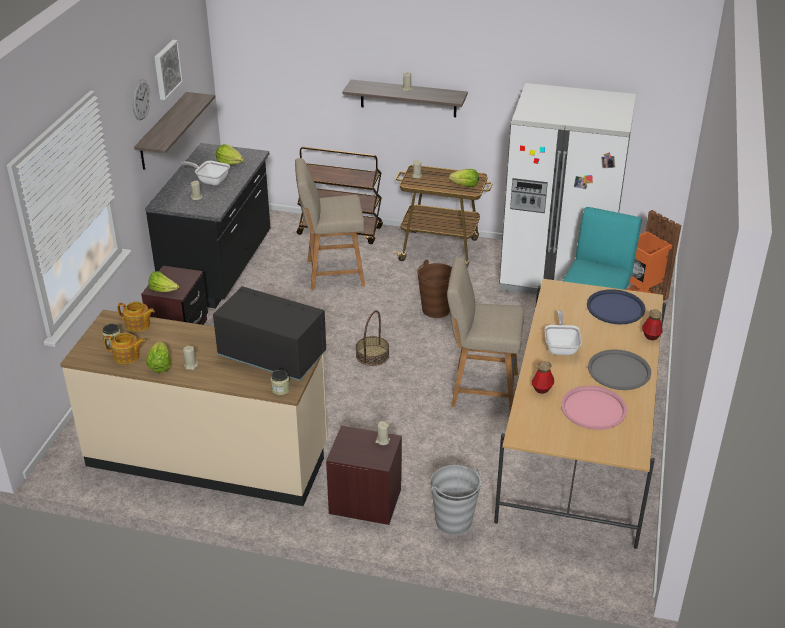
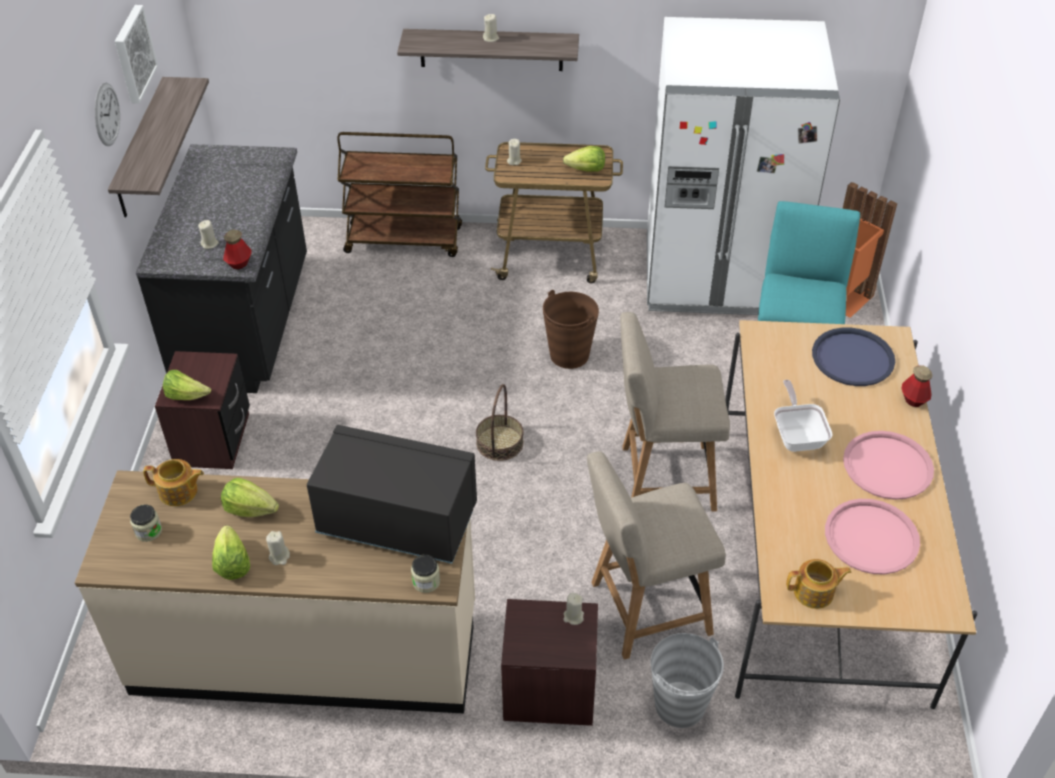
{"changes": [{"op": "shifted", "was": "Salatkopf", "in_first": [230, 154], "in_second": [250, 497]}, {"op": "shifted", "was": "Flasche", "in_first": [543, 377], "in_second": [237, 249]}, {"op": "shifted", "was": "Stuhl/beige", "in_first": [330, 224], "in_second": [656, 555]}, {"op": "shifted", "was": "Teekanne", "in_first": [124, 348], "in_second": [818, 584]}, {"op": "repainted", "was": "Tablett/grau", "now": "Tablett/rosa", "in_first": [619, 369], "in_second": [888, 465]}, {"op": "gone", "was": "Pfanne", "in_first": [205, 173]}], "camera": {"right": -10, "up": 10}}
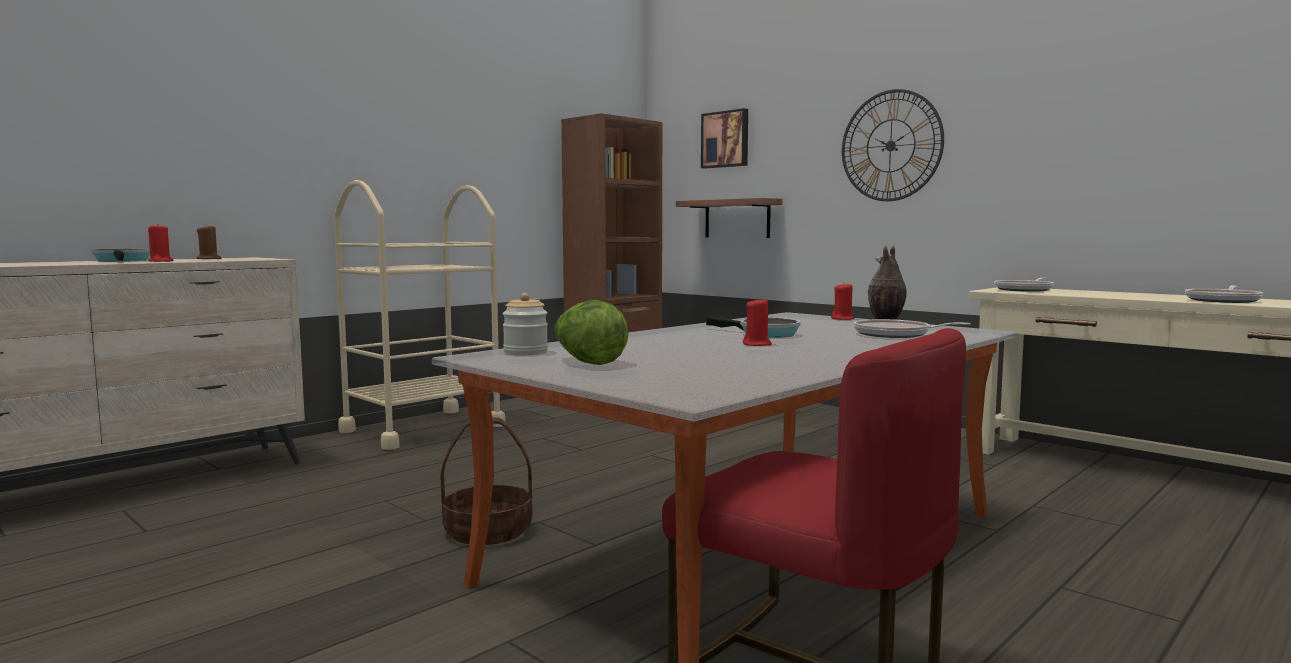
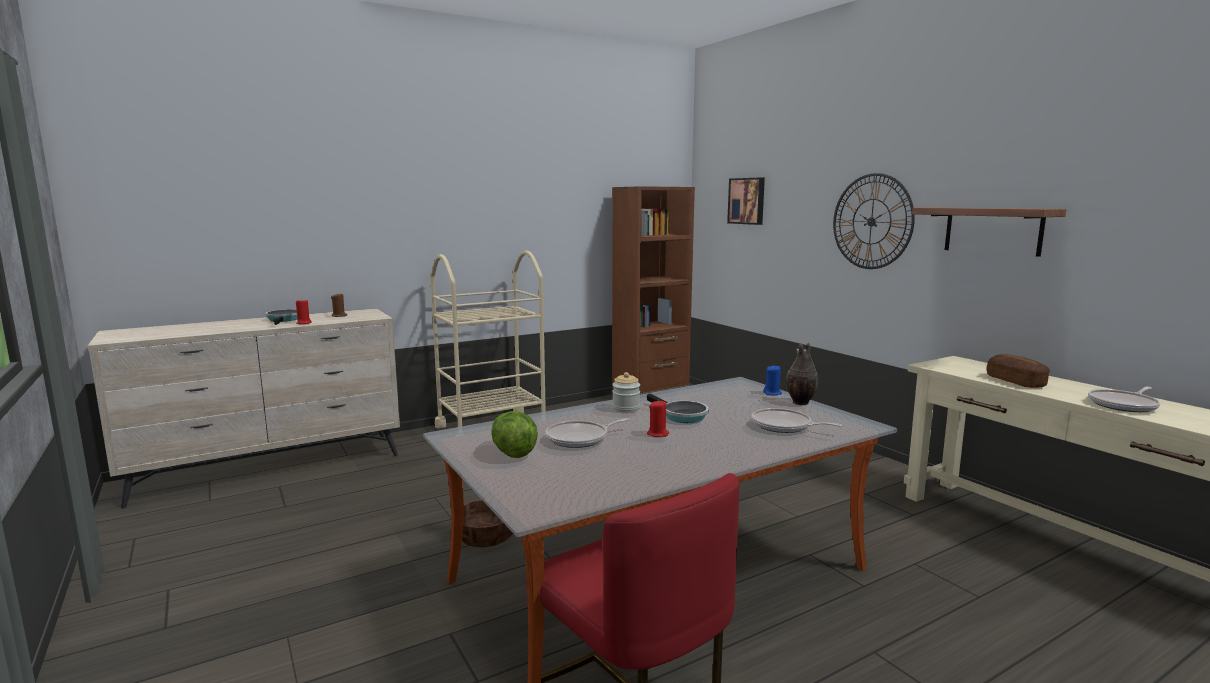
{"changes": [{"op": "shifted", "was": "Pfanne", "in_first": [1024, 285], "in_second": [587, 433]}, {"op": "shifted", "was": "Vorratsglas", "in_first": [525, 324], "in_second": [626, 392]}, {"op": "repainted", "was": "Kerze/rot", "now": "Kerze/blau", "in_first": [842, 301], "in_second": [772, 380]}, {"op": "shifted", "was": "Wandregal", "in_first": [729, 218], "in_second": [989, 232]}, {"op": "new", "now": "Brot", "in_second": [1018, 371]}], "camera": {"right": 15, "up": 5}}
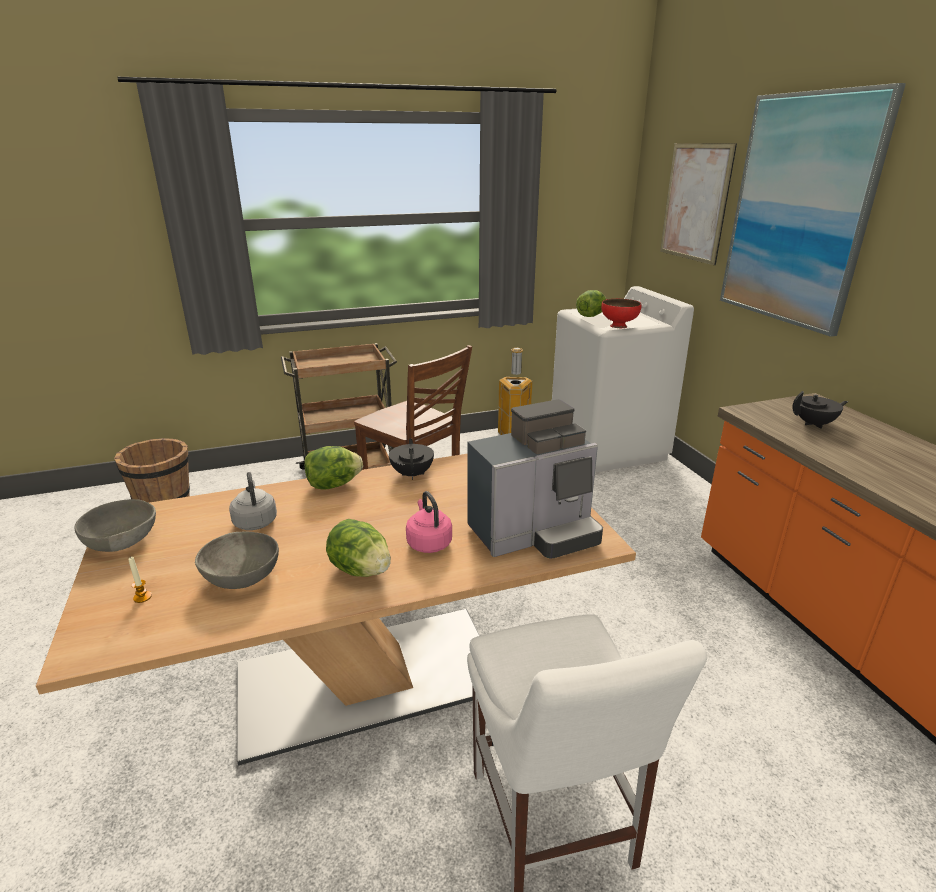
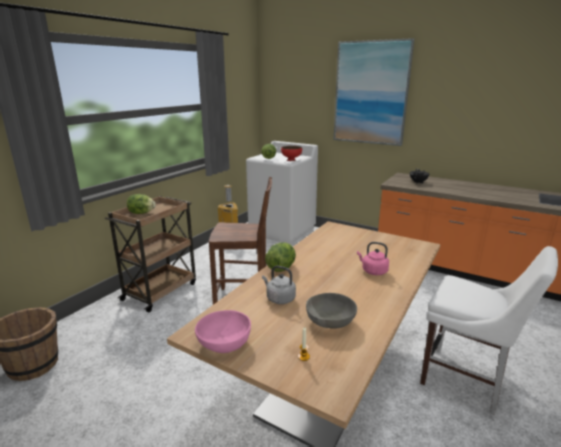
{"changes": [{"op": "shifted", "was": "Salatkopf", "in_first": [358, 548], "in_second": [141, 204]}, {"op": "repainted", "was": "Schüssel/grau", "now": "Schüssel/rosa", "in_first": [115, 525], "in_second": [223, 331]}, {"op": "gone", "was": "Teekanne/schwarz", "in_first": [411, 459]}, {"op": "gone", "was": "Kaffeemaschine", "in_first": [535, 479]}, {"op": "gone", "was": "Bild", "in_first": [698, 204]}], "camera": {"right": -40, "up": -5}}
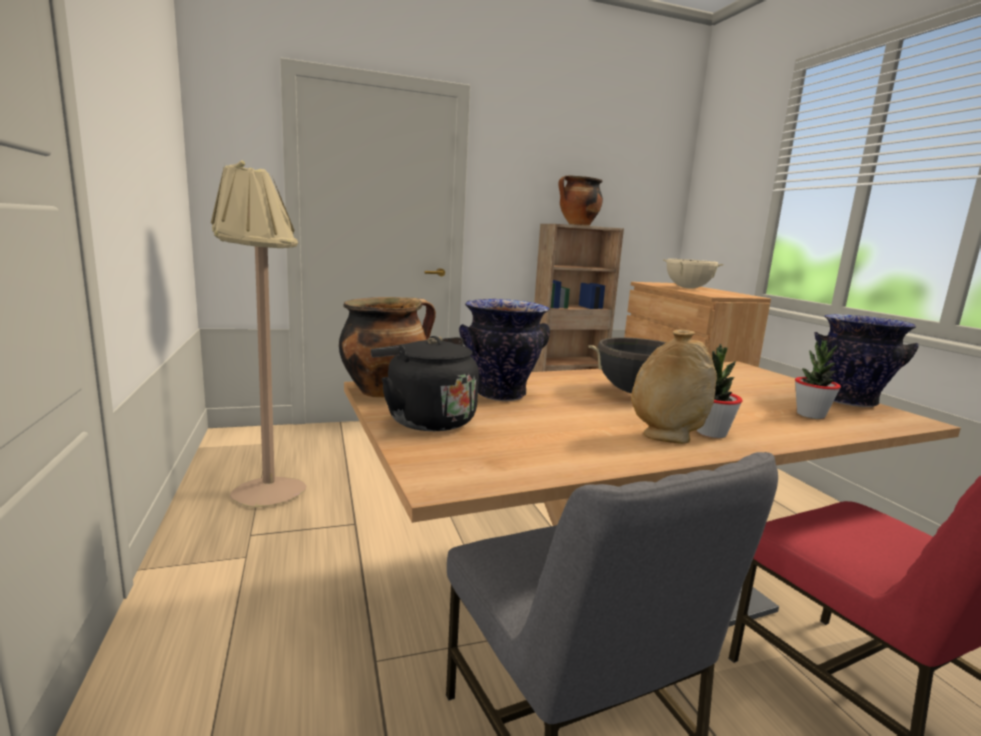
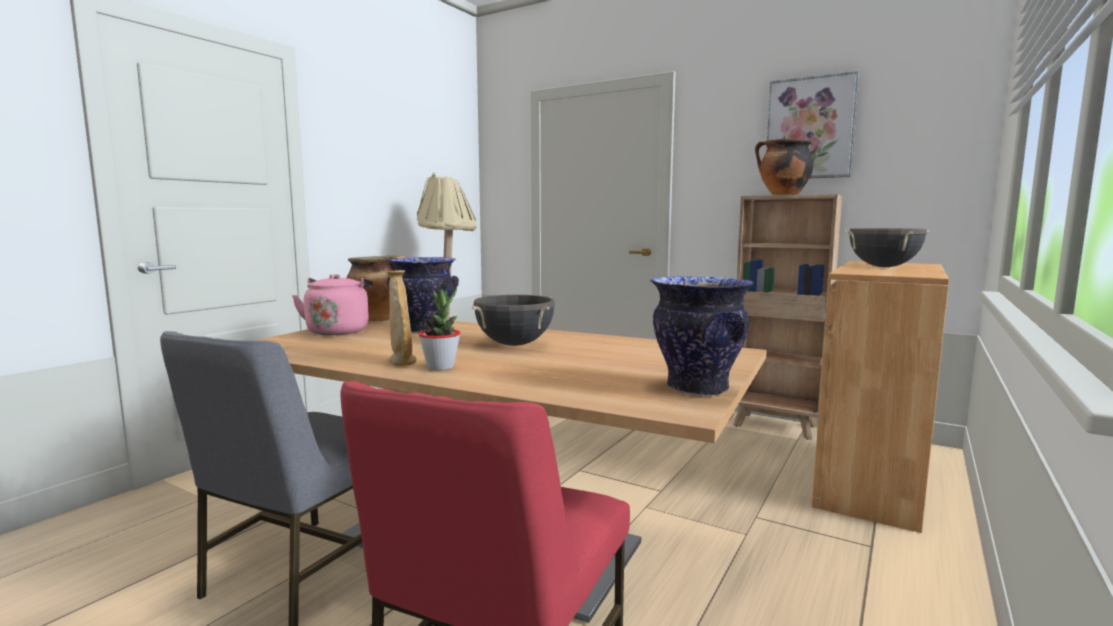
{"changes": [{"op": "repainted", "was": "Wasserkessel/schwarz", "now": "Wasserkessel/rosa", "in_first": [425, 383], "in_second": [332, 304]}, {"op": "new", "now": "Bild", "in_second": [812, 124]}, {"op": "repainted", "was": "Kochtopf/beige", "now": "Kochtopf/schwarz", "in_first": [693, 274], "in_second": [887, 247]}, {"op": "gone", "was": "Topfpflanze", "in_first": [818, 379]}], "camera": {"right": 50, "up": -5}}
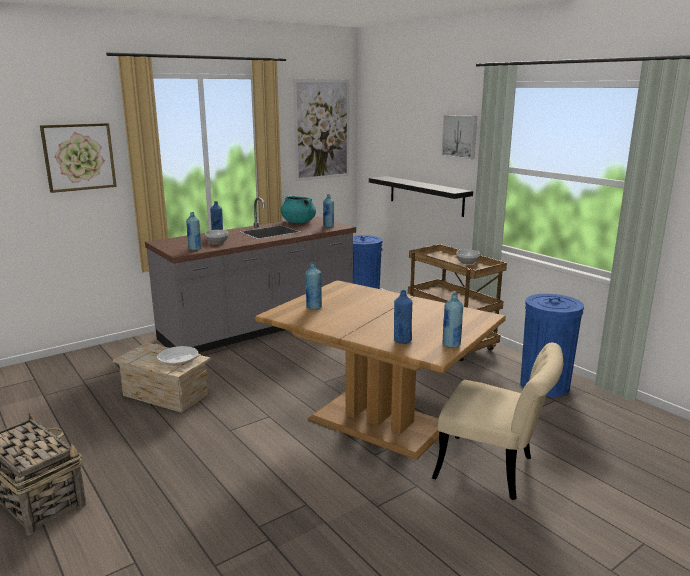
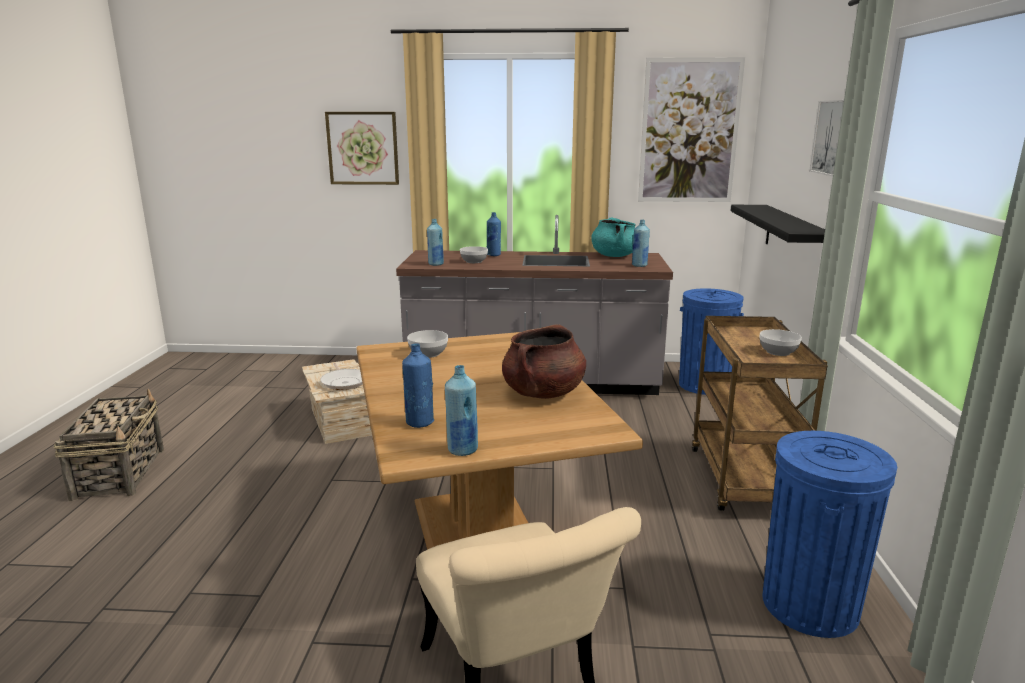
{"changes": [{"op": "swapped", "was": "Flasche/blau", "now": "Schüssel", "in_first": [313, 286], "in_second": [427, 344]}, {"op": "new", "now": "Kochtopf/braun", "in_second": [544, 361]}], "camera": {"right": 40, "up": 0}}
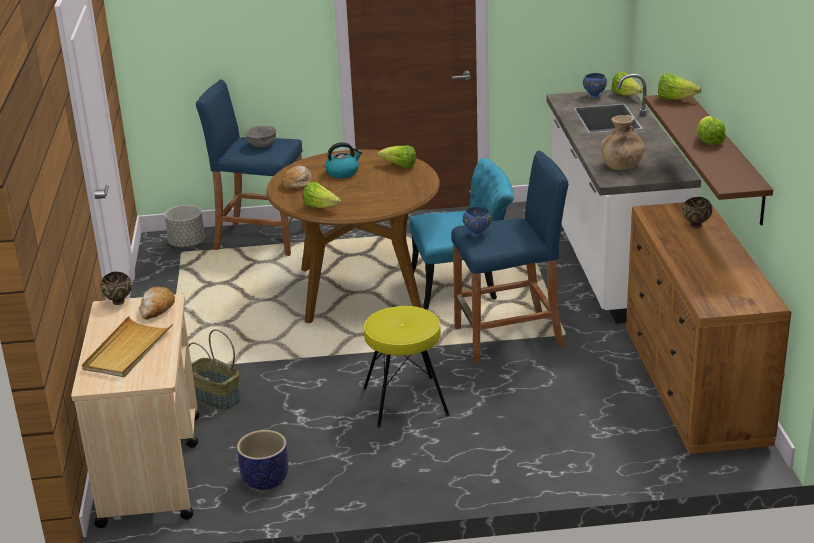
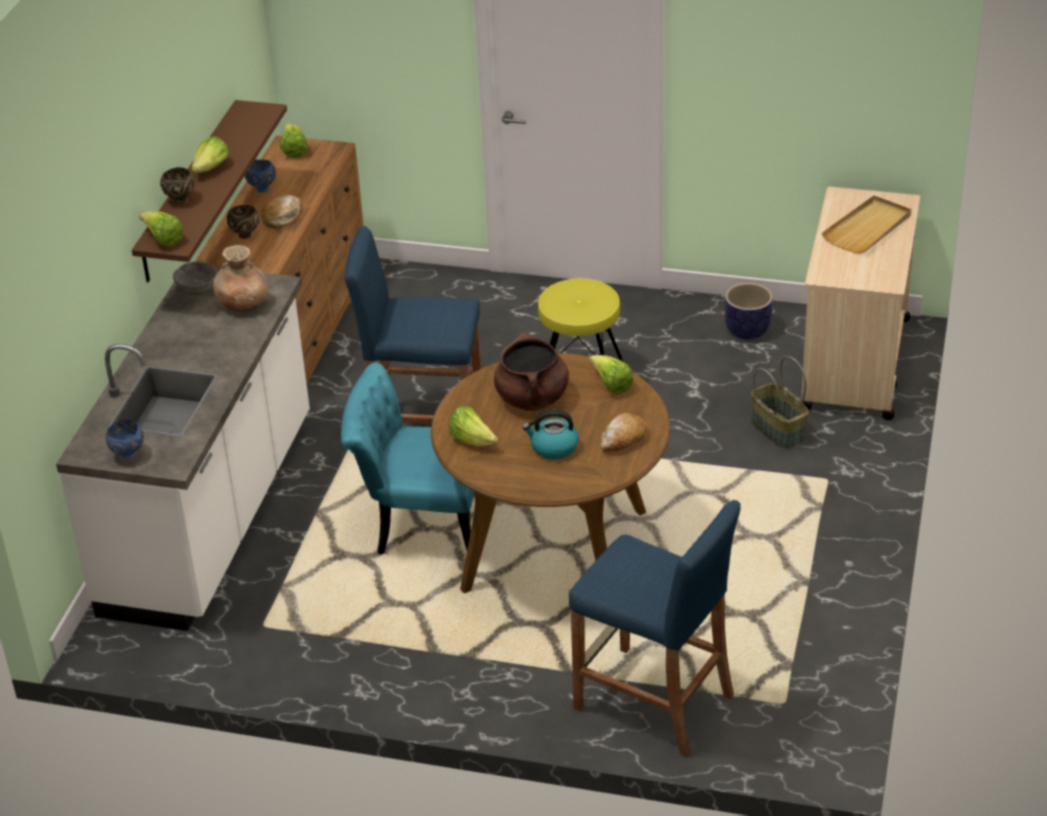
{"changes": [{"op": "shifted", "was": "Schüssel/braun", "in_first": [116, 288], "in_second": [177, 185]}, {"op": "shifted", "was": "Schüssel/grau", "in_first": [261, 137], "in_second": [195, 279]}, {"op": "shifted", "was": "Schüssel/blau", "in_first": [477, 222], "in_second": [260, 176]}, {"op": "shifted", "was": "Brot", "in_first": [157, 303], "in_second": [280, 212]}, {"op": "shifted", "was": "Salatkopf", "in_first": [627, 84], "in_second": [294, 141]}, {"op": "new", "now": "Kochtopf/braun", "in_second": [531, 372]}, {"op": "gone", "was": "Pflanzkübel/grau", "in_first": [185, 226]}], "camera": {"right": -160, "up": 10}}
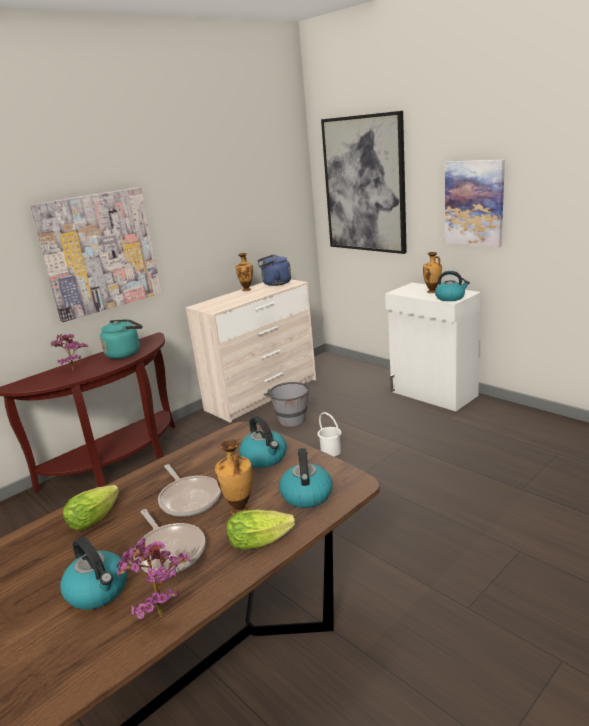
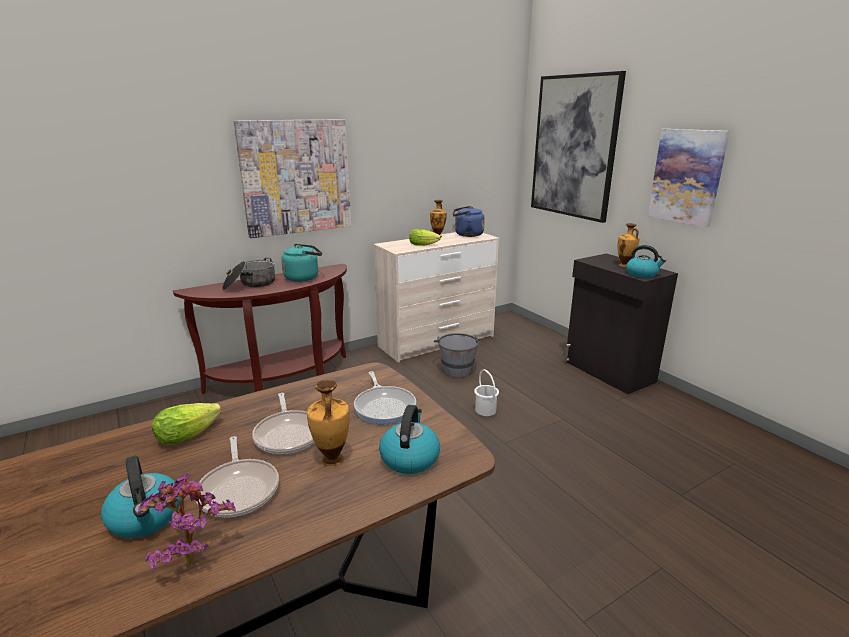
{"changes": [{"op": "swapped", "was": "Topfpflanze", "now": "Kochtopf", "in_first": [69, 352], "in_second": [248, 274]}, {"op": "swapped", "was": "Wasserkessel", "now": "Pfanne", "in_first": [263, 442], "in_second": [385, 397]}, {"op": "shifted", "was": "Salatkopf", "in_first": [260, 530], "in_second": [425, 237]}, {"op": "repainted", "was": "Schrank/weiß", "now": "Schrank/schwarz", "in_first": [433, 346], "in_second": [621, 323]}], "camera": {"right": 10, "up": 0}}
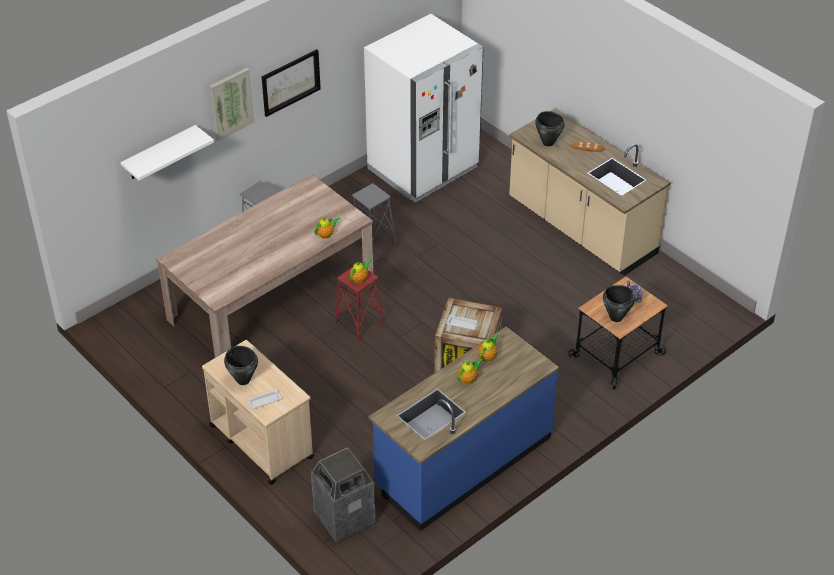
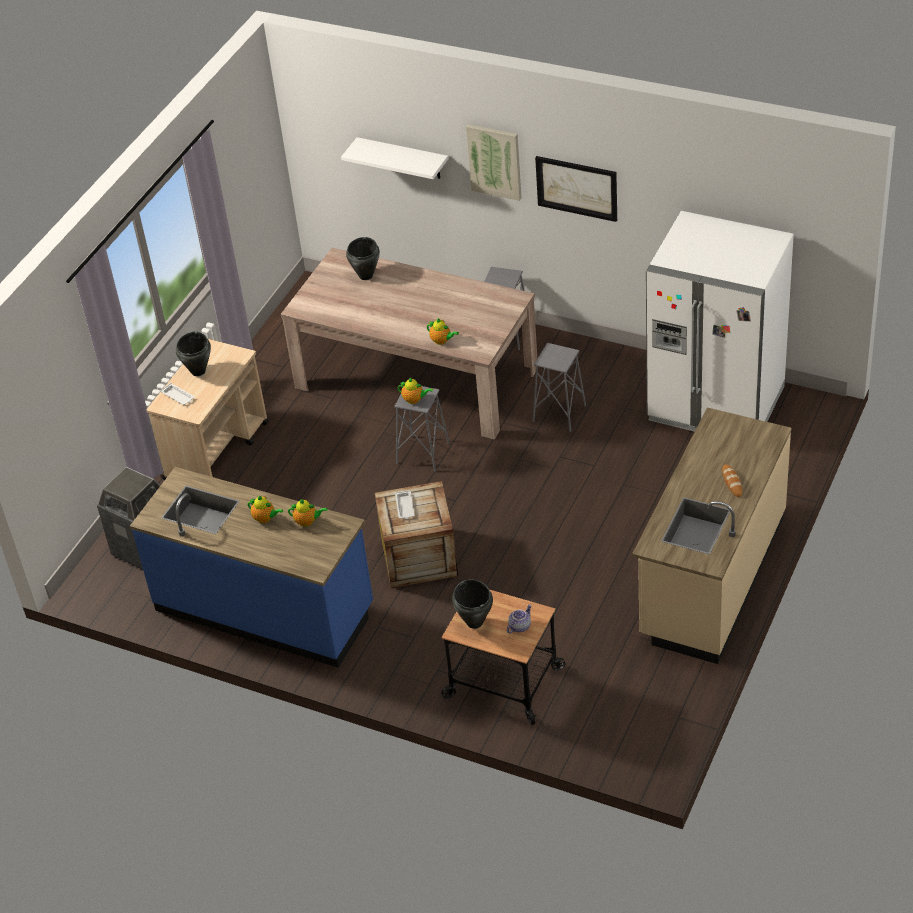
{"changes": [{"op": "shifted", "was": "Kochtopf/schwarz", "in_first": [550, 128], "in_second": [363, 258]}, {"op": "repainted", "was": "Hocker/rot", "now": "Hocker/grau", "in_first": [359, 304], "in_second": [422, 429]}], "camera": {"right": 70, "up": 0}}
